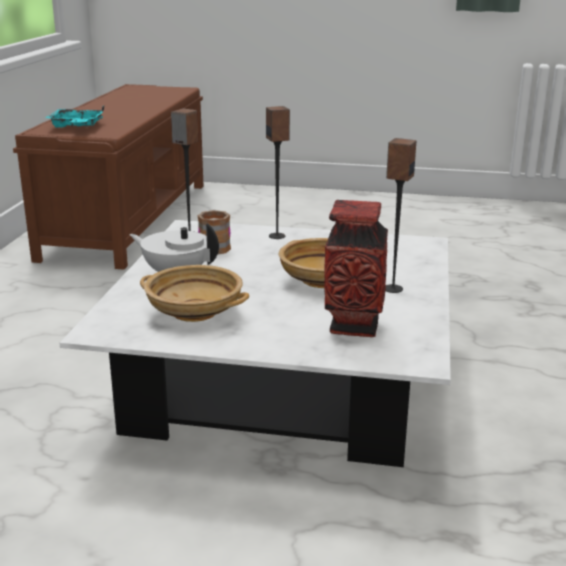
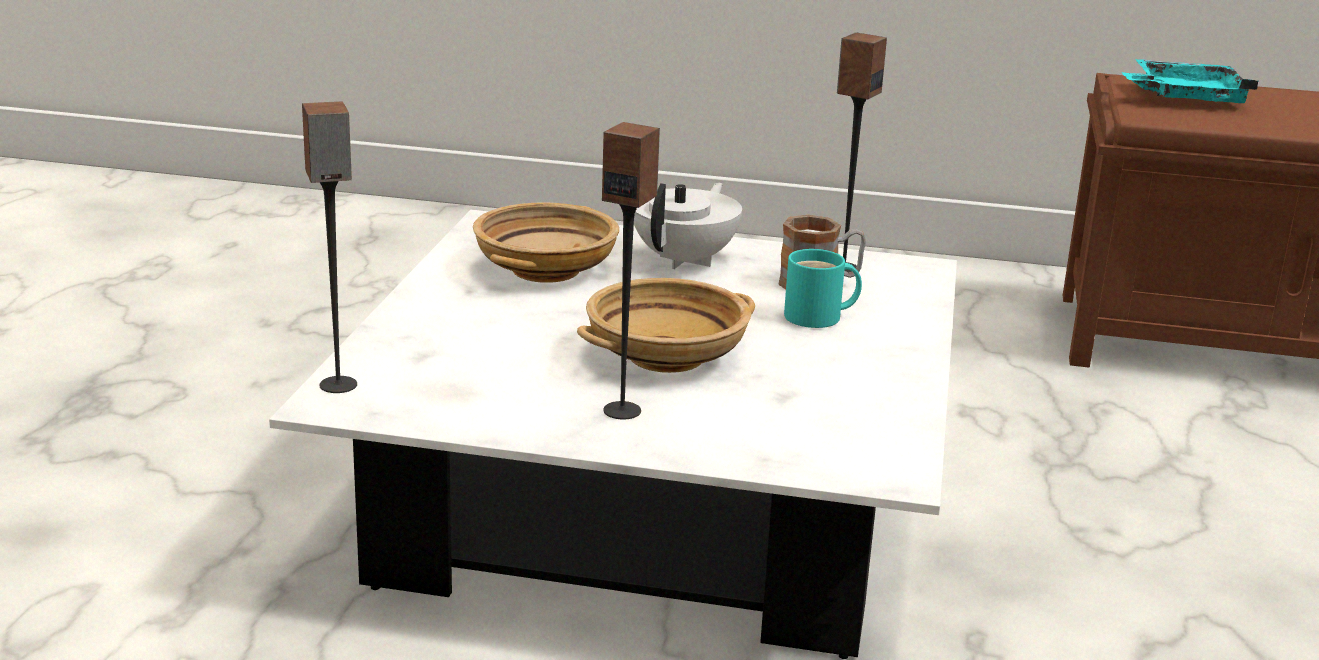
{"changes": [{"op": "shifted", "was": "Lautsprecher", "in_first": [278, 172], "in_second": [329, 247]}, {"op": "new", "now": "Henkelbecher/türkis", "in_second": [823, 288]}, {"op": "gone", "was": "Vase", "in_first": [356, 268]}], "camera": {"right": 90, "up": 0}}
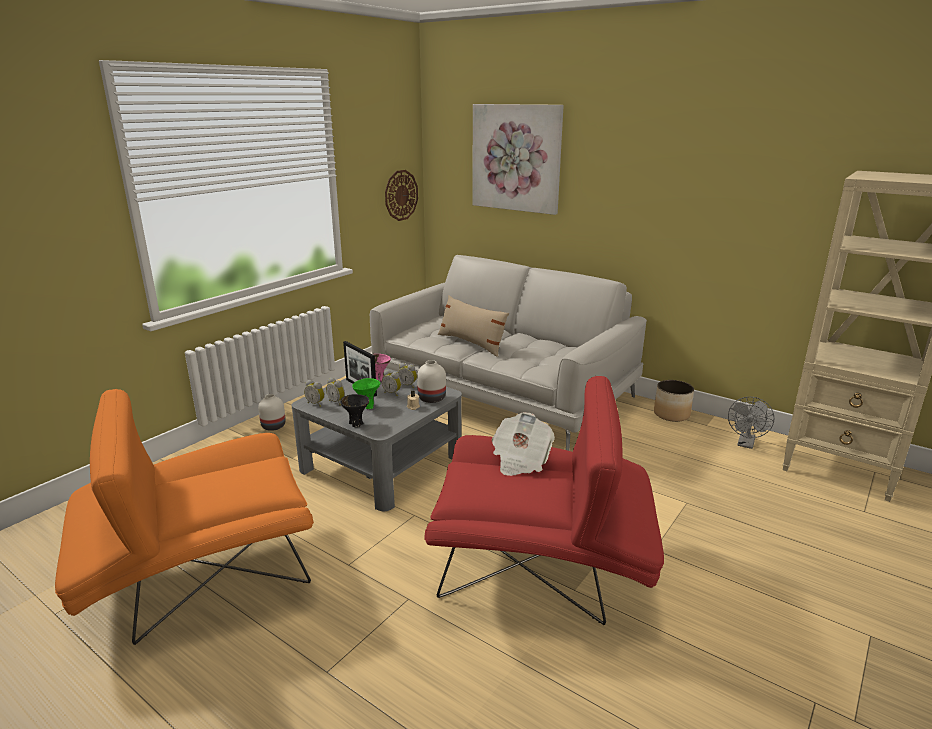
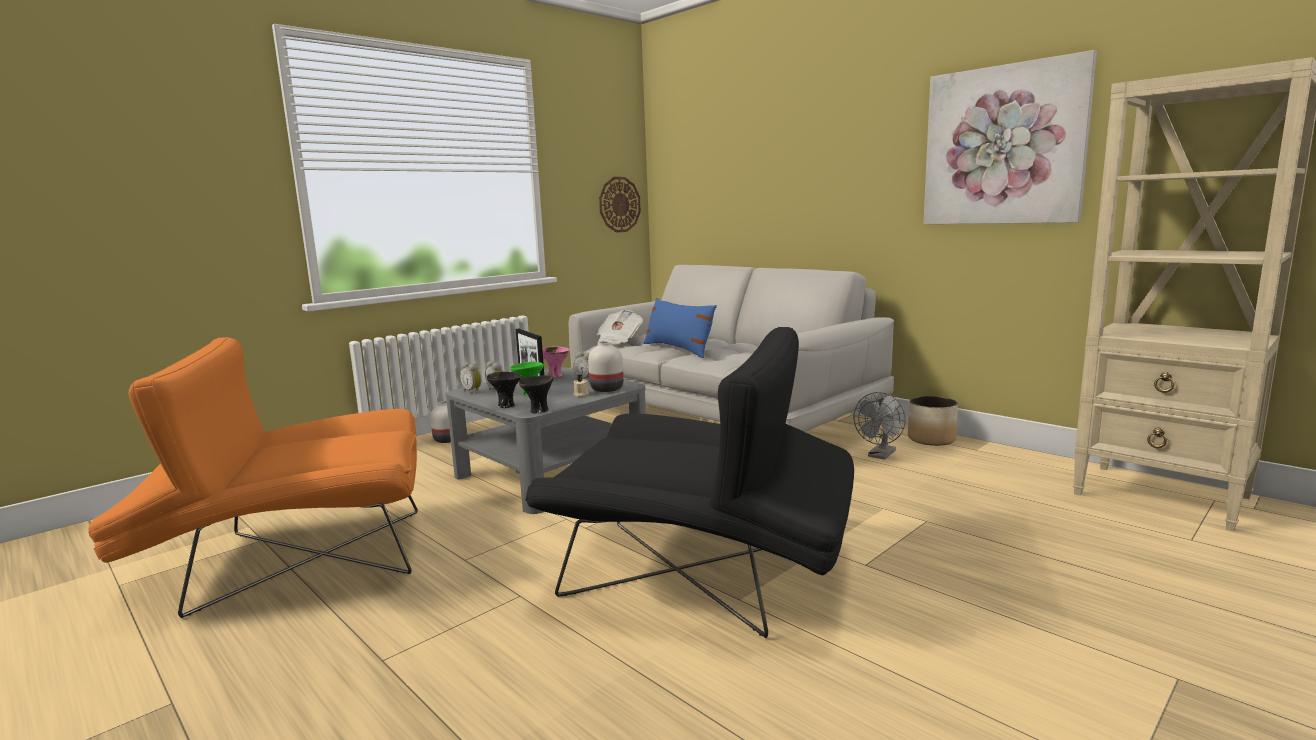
{"changes": [{"op": "new", "now": "Schüssel/schwarz", "in_second": [536, 394]}, {"op": "repainted", "was": "Sessel/rot", "now": "Sessel/schwarz", "in_first": [544, 500], "in_second": [689, 482]}, {"op": "shifted", "was": "Zeitung", "in_first": [523, 444], "in_second": [619, 327]}, {"op": "repainted", "was": "Kissen/beige", "now": "Kissen/blau", "in_first": [473, 326], "in_second": [680, 328]}, {"op": "shifted", "was": "Ventilator/grau", "in_first": [751, 423], "in_second": [880, 426]}, {"op": "shifted", "was": "Bild", "in_first": [518, 159], "in_second": [1010, 137]}, {"op": "gone", "was": "Wecker", "in_first": [391, 383]}], "camera": {"right": 10, "up": -10}}
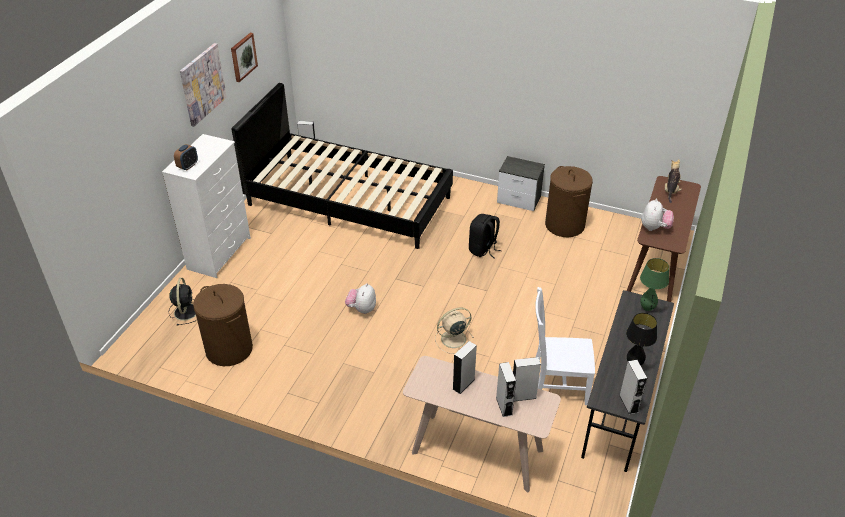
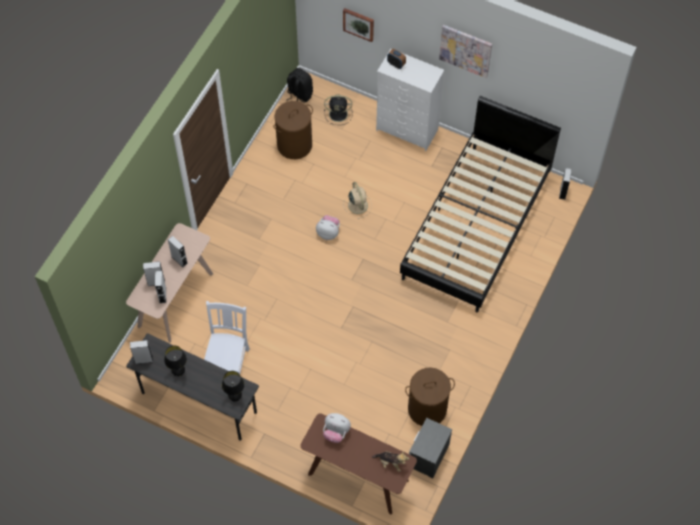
{"changes": [{"op": "repainted", "was": "Tischlampe/grün", "now": "Tischlampe/schwarz", "in_first": [654, 284], "in_second": [233, 386]}, {"op": "shifted", "was": "Rucksack/schwarz", "in_first": [485, 236], "in_second": [299, 85]}, {"op": "shifted", "was": "Bild", "in_first": [244, 57], "in_second": [358, 25]}, {"op": "shifted", "was": "Ventilator/beige", "in_first": [454, 331], "in_second": [357, 200]}, {"op": "shifted", "was": "Nachttisch", "in_first": [521, 183], "in_second": [430, 448]}], "camera": {"right": 95, "up": 20}}
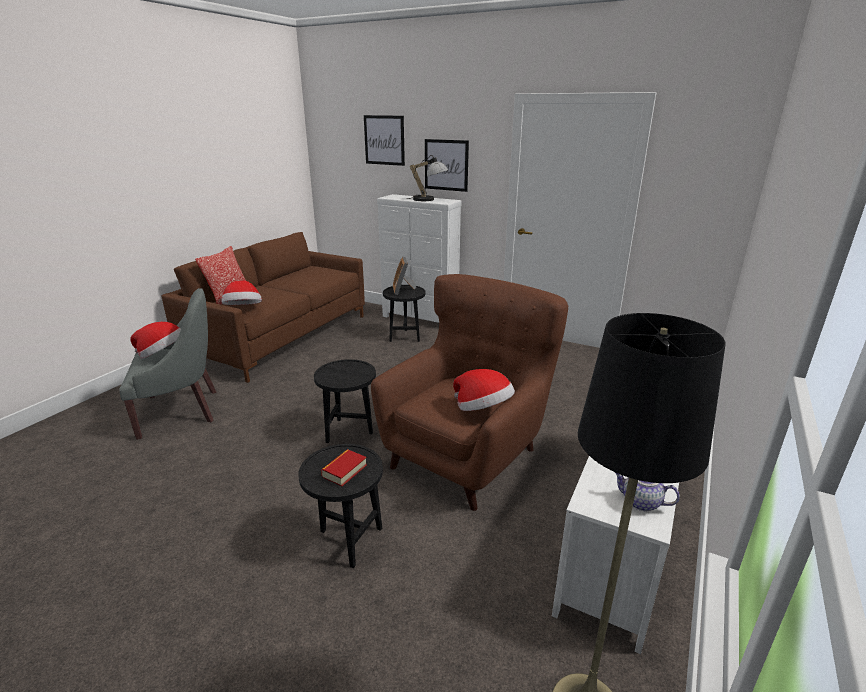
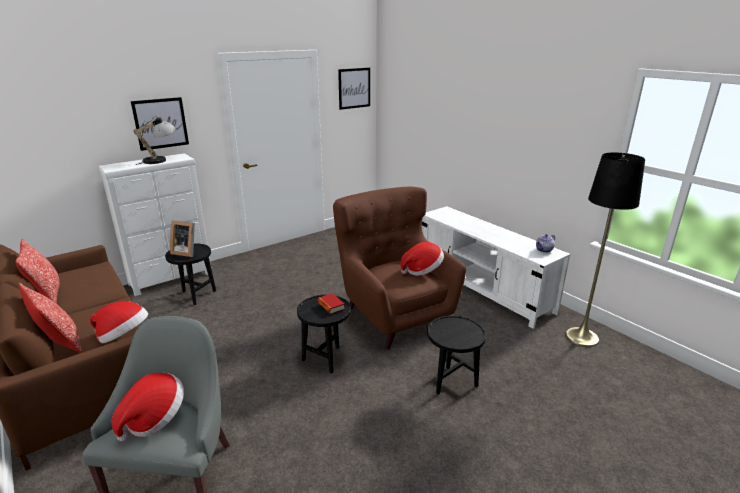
{"changes": [{"op": "new", "now": "Kissen", "in_second": [38, 271]}, {"op": "shifted", "was": "Buch", "in_first": [344, 467], "in_second": [331, 303]}, {"op": "shifted", "was": "Bild", "in_first": [384, 140], "in_second": [354, 89]}], "camera": {"right": -65, "up": 0}}
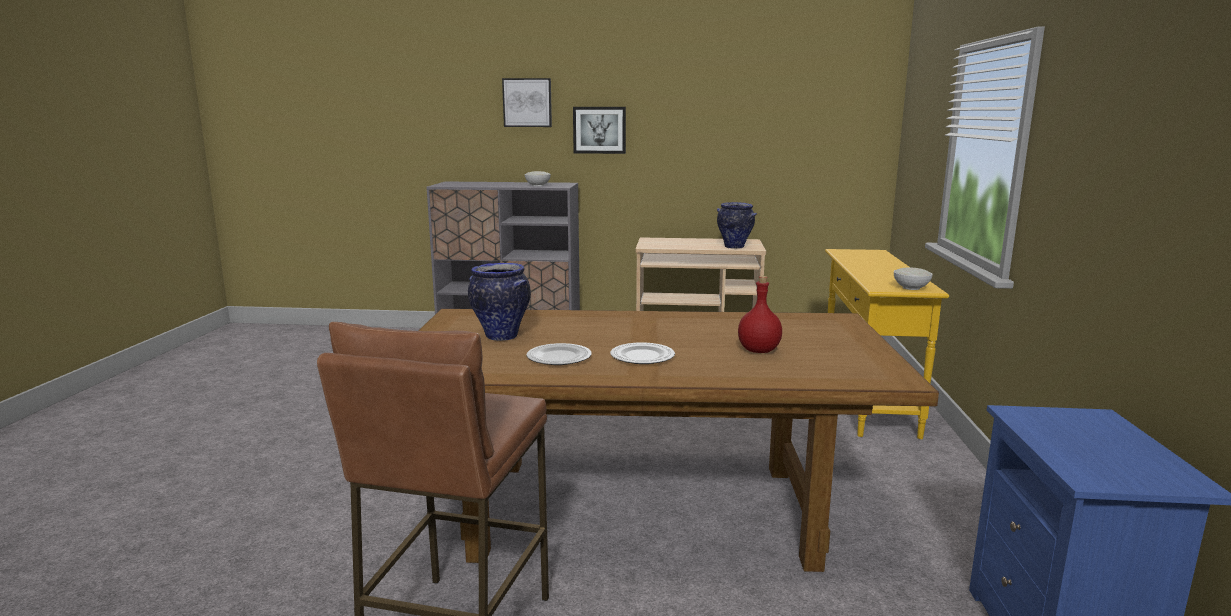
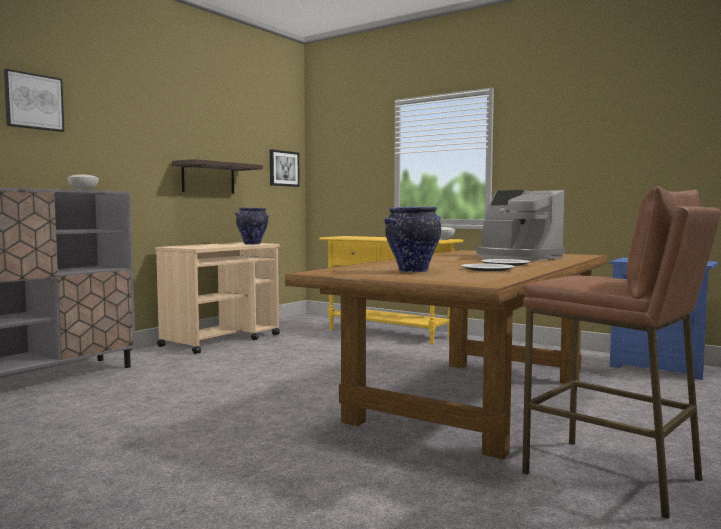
{"changes": [{"op": "new", "now": "Wandregal", "in_second": [217, 176]}, {"op": "shifted", "was": "Bild", "in_first": [599, 130], "in_second": [285, 168]}, {"op": "swapped", "was": "Flasche/rot", "now": "Kaffeemaschine", "in_first": [760, 314], "in_second": [520, 225]}], "camera": {"right": -60, "up": -10}}
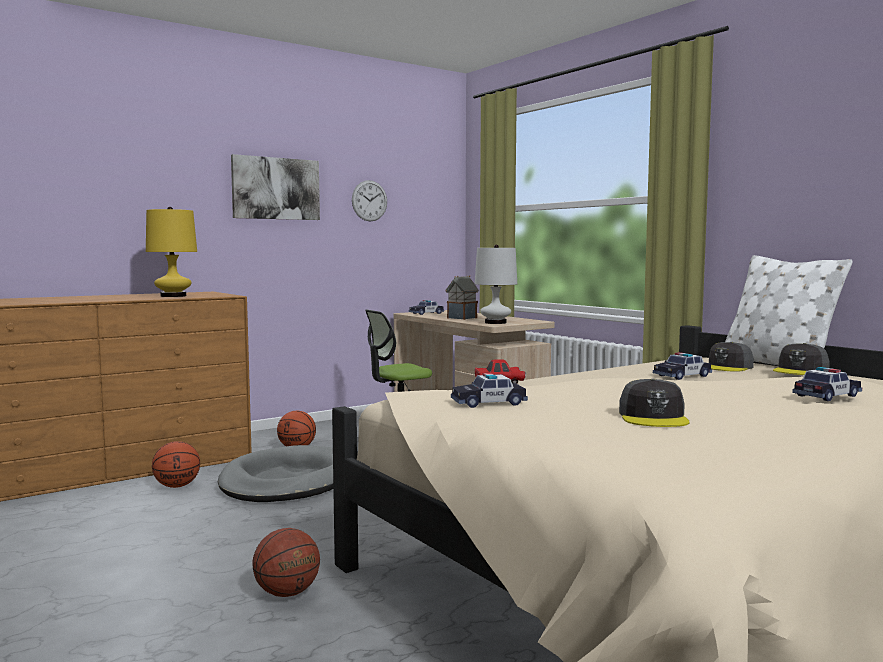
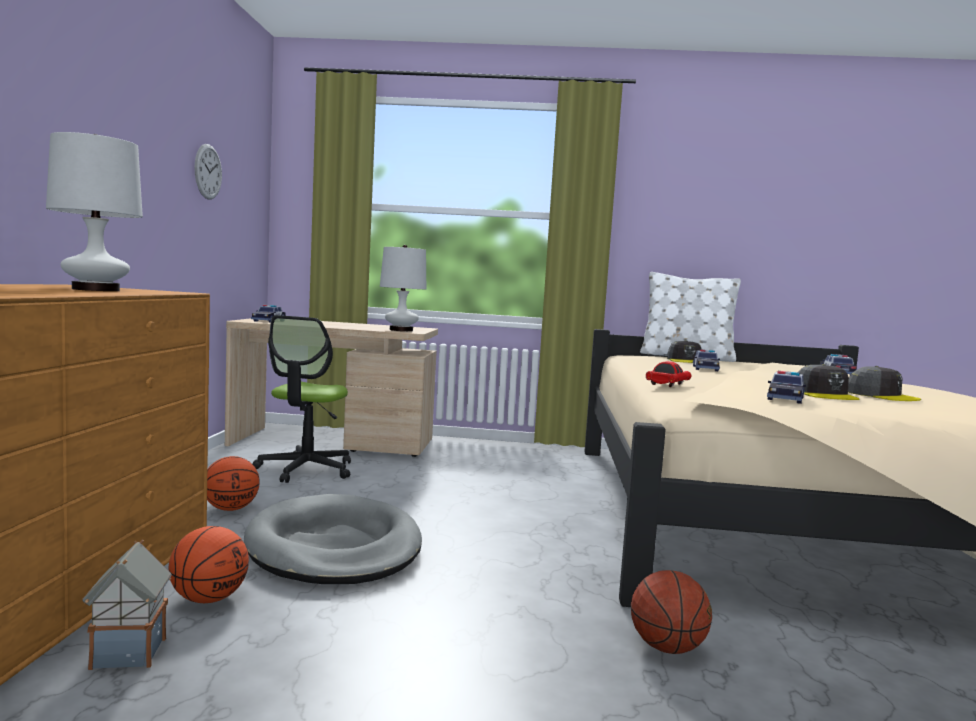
{"changes": [{"op": "repainted", "was": "Tischlampe/gelb", "now": "Tischlampe/weiß", "in_first": [171, 252], "in_second": [94, 211]}, {"op": "shifted", "was": "Spielzeughaus", "in_first": [462, 297], "in_second": [127, 605]}, {"op": "shifted", "was": "Kappe/grau", "in_first": [801, 359], "in_second": [829, 382]}, {"op": "gone", "was": "Bild", "in_first": [275, 187]}], "camera": {"right": -50, "up": 0}}
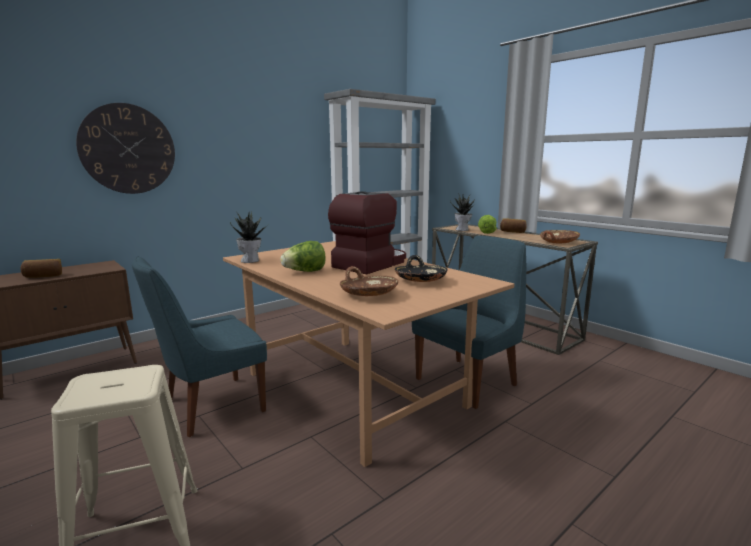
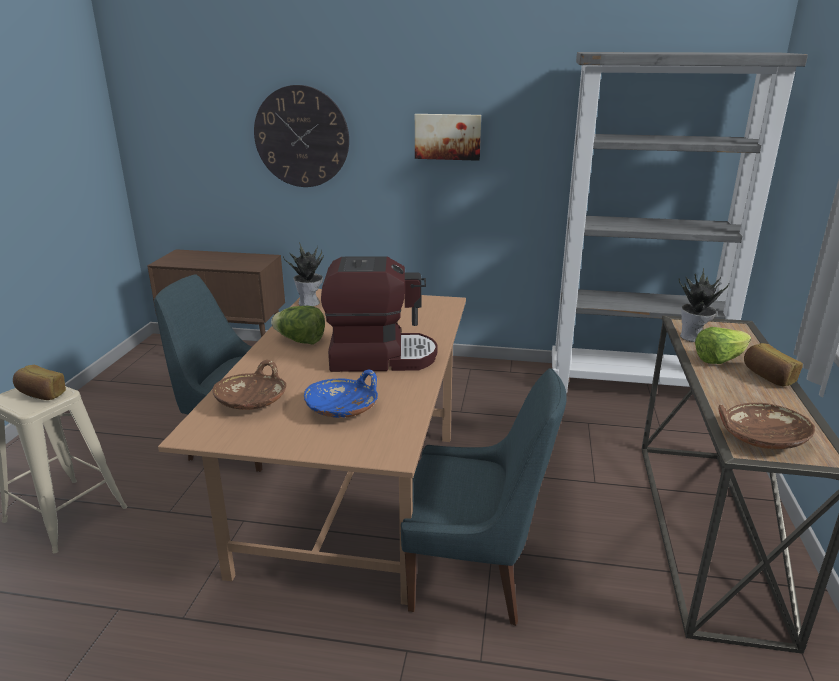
{"changes": [{"op": "shifted", "was": "Brot", "in_first": [41, 268], "in_second": [39, 382]}, {"op": "repainted", "was": "Schüssel/schwarz", "now": "Schüssel/blau", "in_first": [421, 268], "in_second": [341, 394]}, {"op": "new", "now": "Bild", "in_second": [448, 137]}], "camera": {"right": 50, "up": 10}}
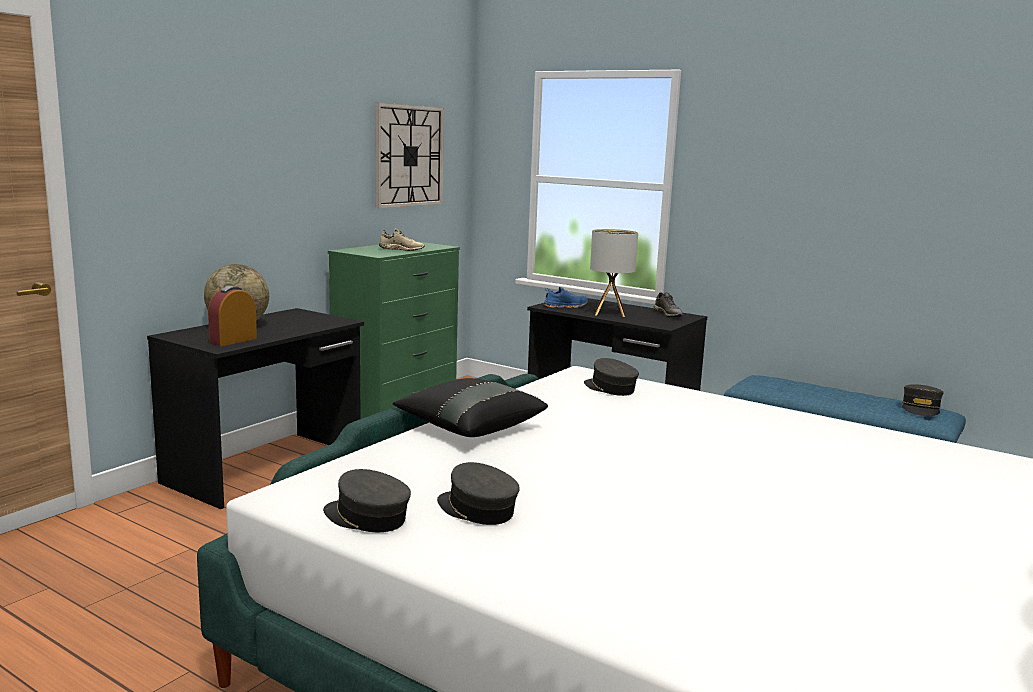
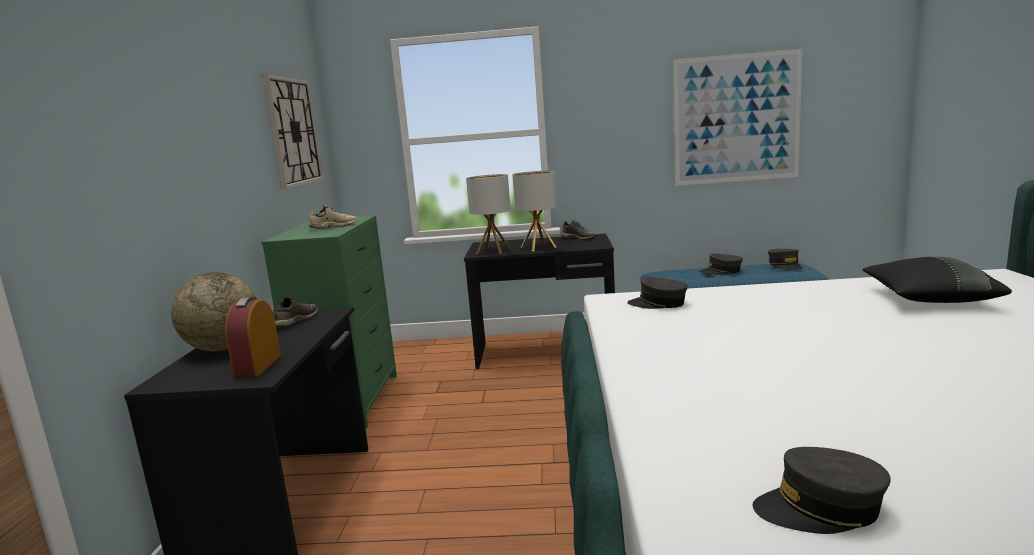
{"changes": [{"op": "new", "now": "Schuh/grau", "in_second": [296, 312]}, {"op": "swapped", "was": "Schuh/blau", "now": "Tischlampe", "in_first": [565, 297], "in_second": [488, 214]}, {"op": "new", "now": "Bild", "in_second": [737, 117]}, {"op": "shifted", "was": "Kappe/grau", "in_first": [478, 493], "in_second": [721, 264]}, {"op": "shifted", "was": "Kissen/schwarz", "in_first": [470, 407], "in_second": [937, 280]}], "camera": {"right": -30, "up": 0}}
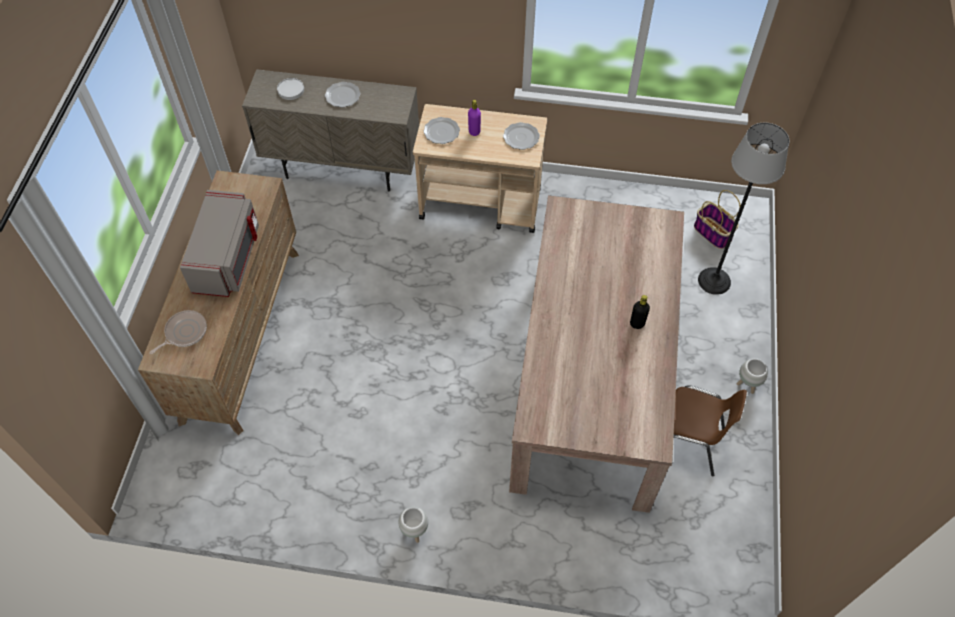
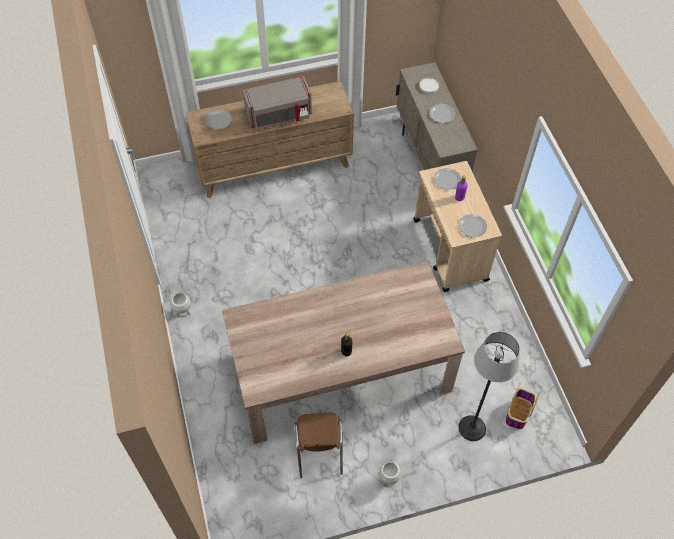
{"changes": [{"op": "swapped", "was": "Pfanne", "now": "Teller", "in_first": [178, 332], "in_second": [218, 120]}], "camera": {"right": 65, "up": 0}}
